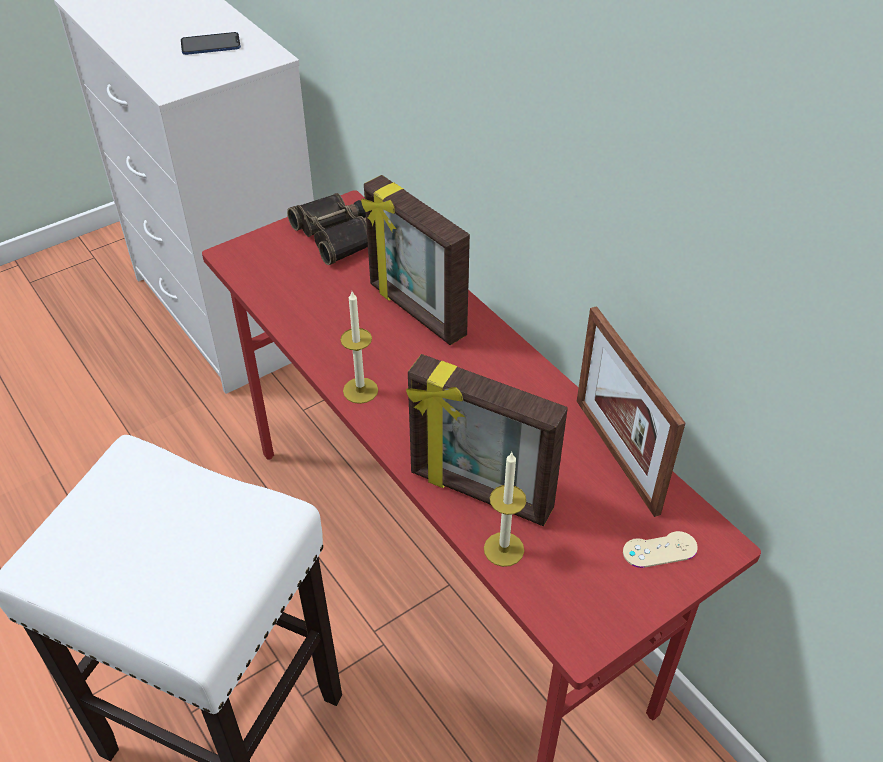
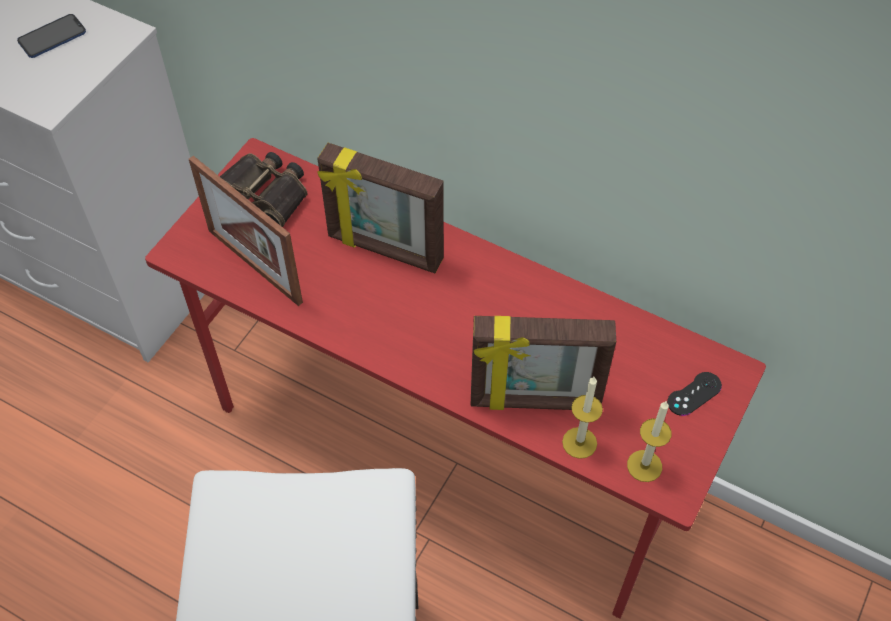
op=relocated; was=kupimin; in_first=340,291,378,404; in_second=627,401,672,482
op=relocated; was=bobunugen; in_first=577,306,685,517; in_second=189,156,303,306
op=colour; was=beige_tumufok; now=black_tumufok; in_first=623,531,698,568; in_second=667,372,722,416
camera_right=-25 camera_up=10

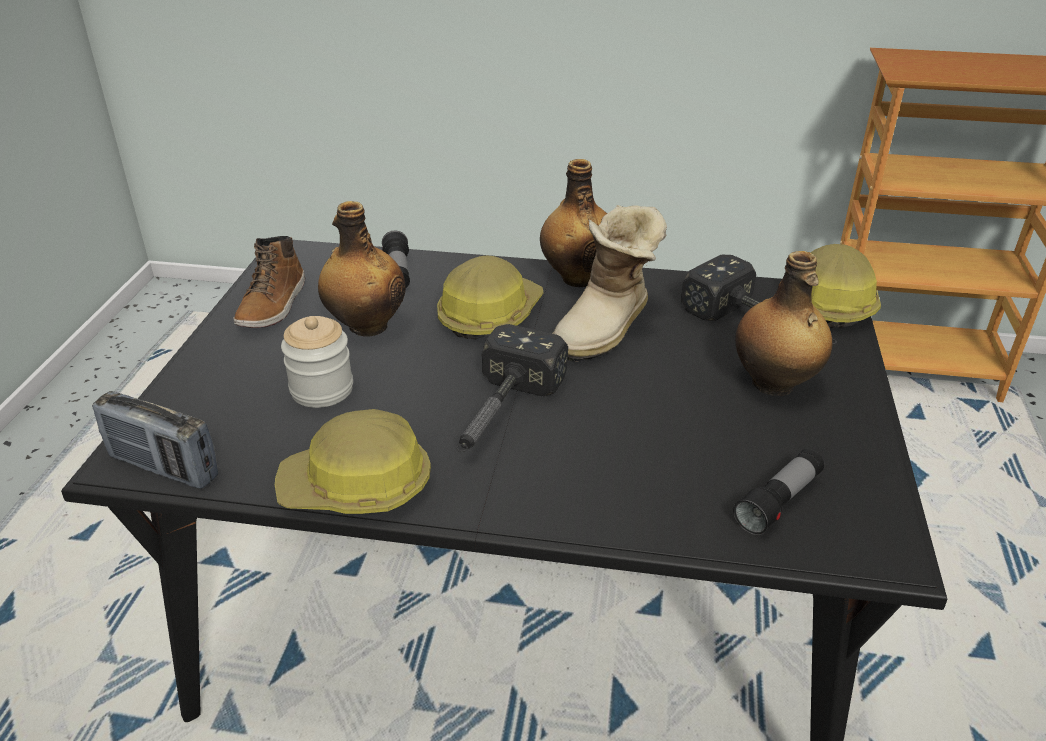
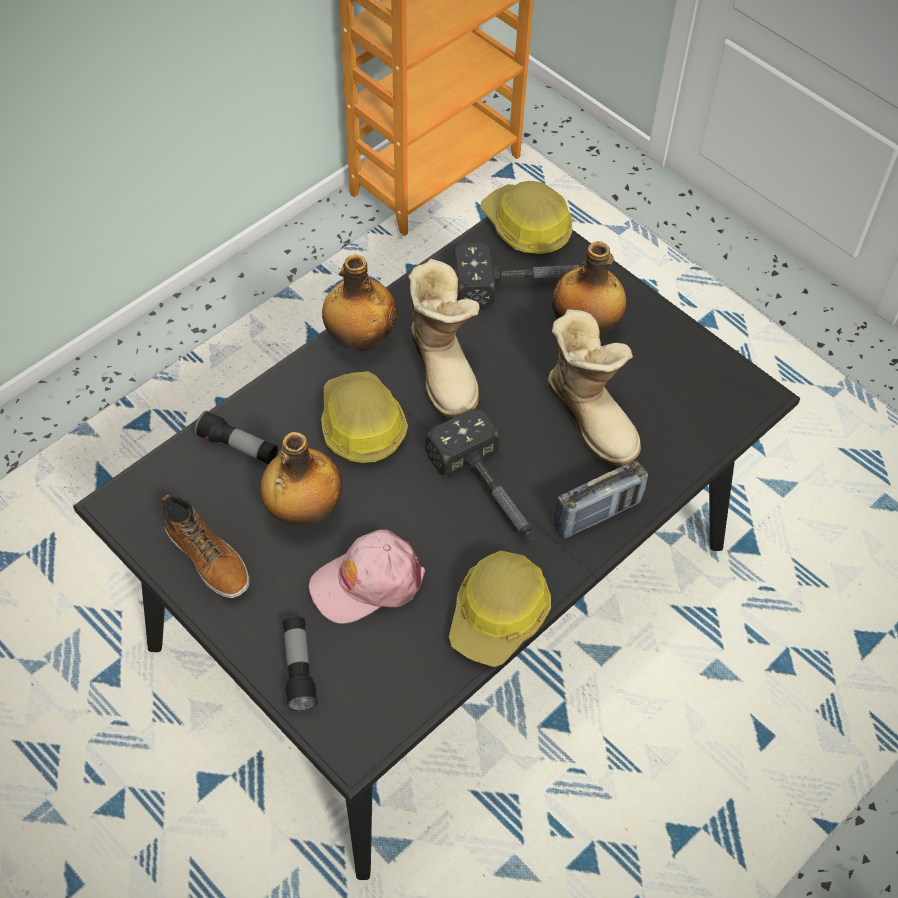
op=appeared; now=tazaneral; in_second=548,309,641,465
op=relocated; was=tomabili; in_first=92,391,218,489; in_second=553,461,648,539
op=relocated; was=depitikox; in_first=733,449,824,535; in_second=283,616,318,712
op=exchanged; was=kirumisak; now=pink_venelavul; in_first=281,316,353,408; in_second=309,529,425,624
camera_right=-55 camera_up=20

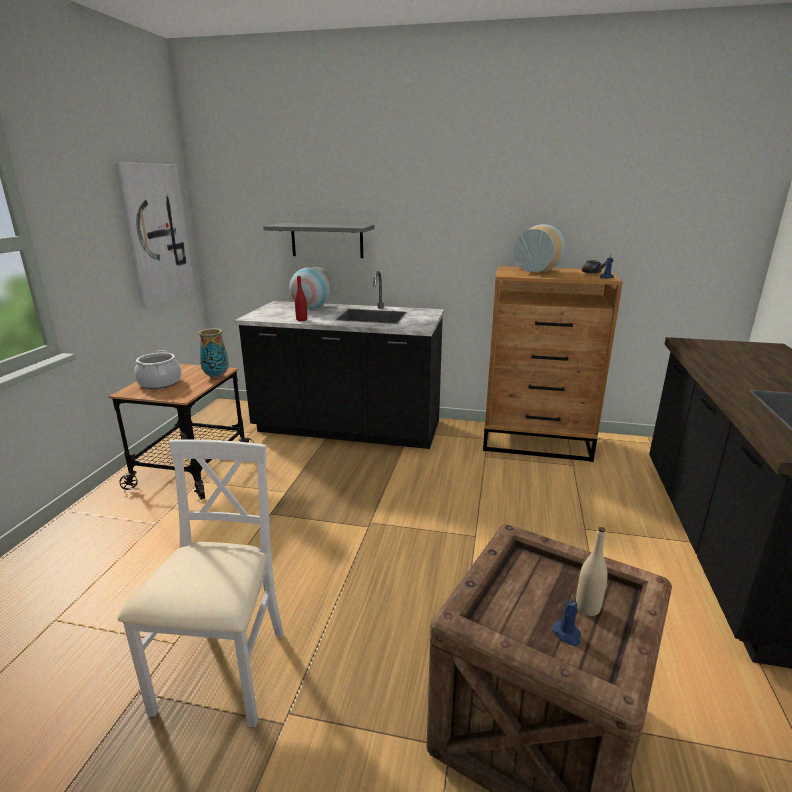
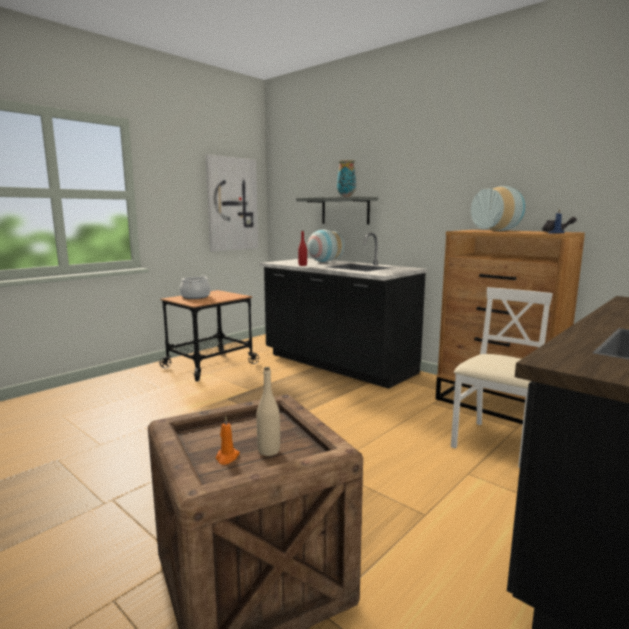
op=relocated; was=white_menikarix; in_first=118,440,283,727; in_second=451,287,553,468
op=relocated; was=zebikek; in_first=198,328,229,378; in_second=337,160,356,197
op=colour; was=blue_kupimin; now=orange_kupimin; in_first=552,595,581,646; in_second=216,416,240,465
camera_right=30 camera_up=-10

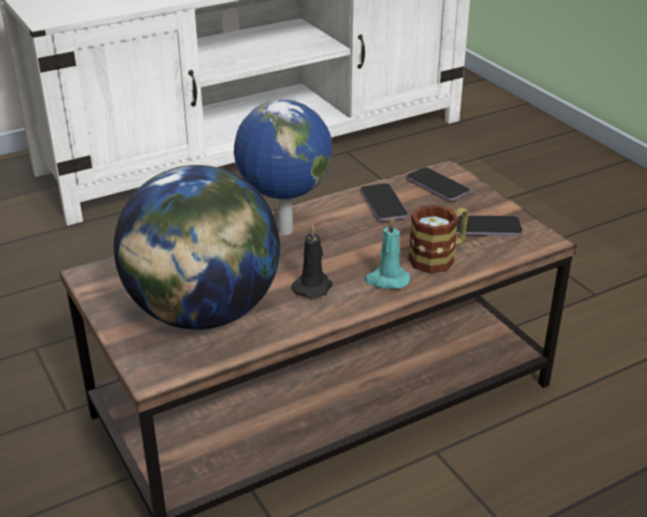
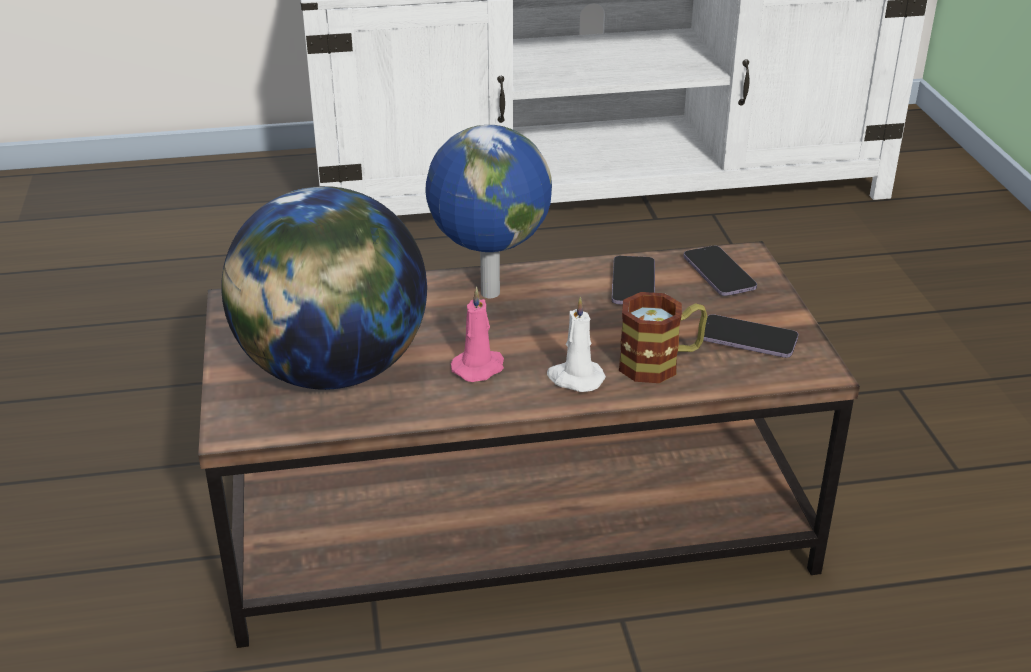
op=colour; was=black_kupimin; now=pink_kupimin; in_first=292,224,333,299; in_second=451,287,504,382
op=colour; was=turquoise_kupimin; now=white_kupimin; in_first=364,217,410,289; in_second=547,297,606,392
camera_right=20 camera_up=0

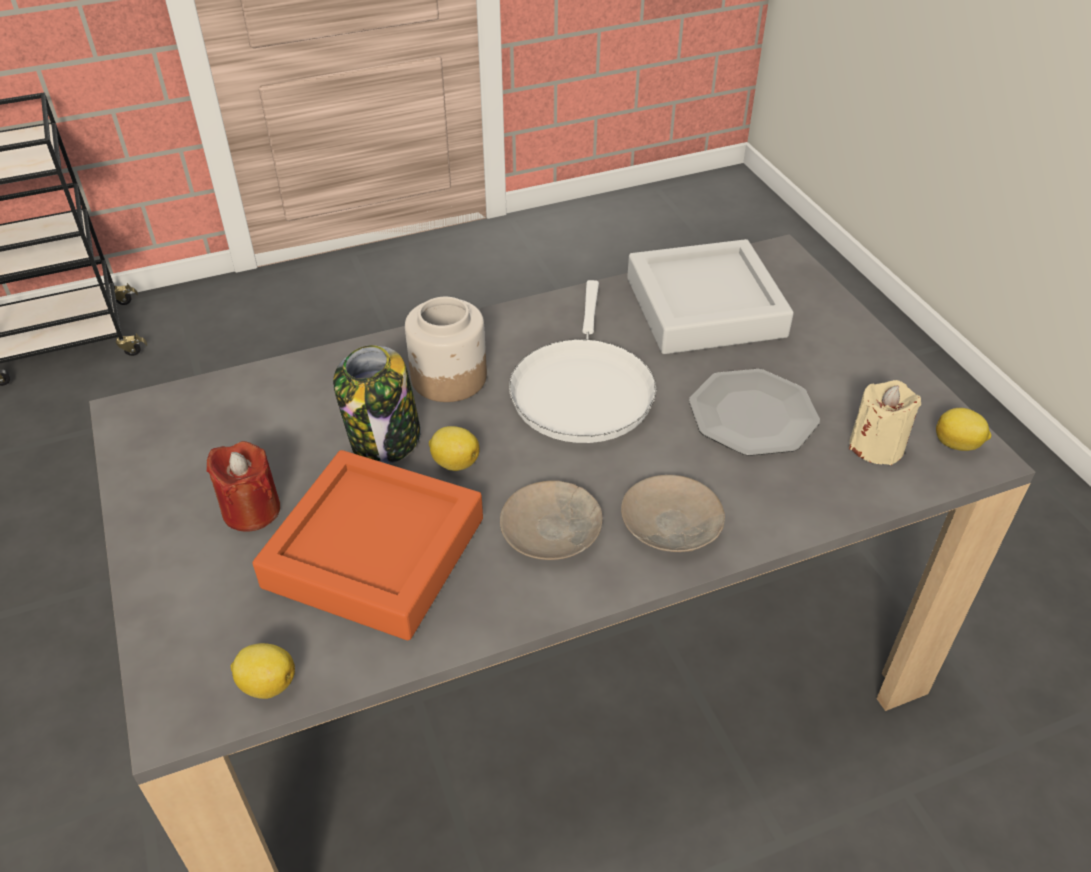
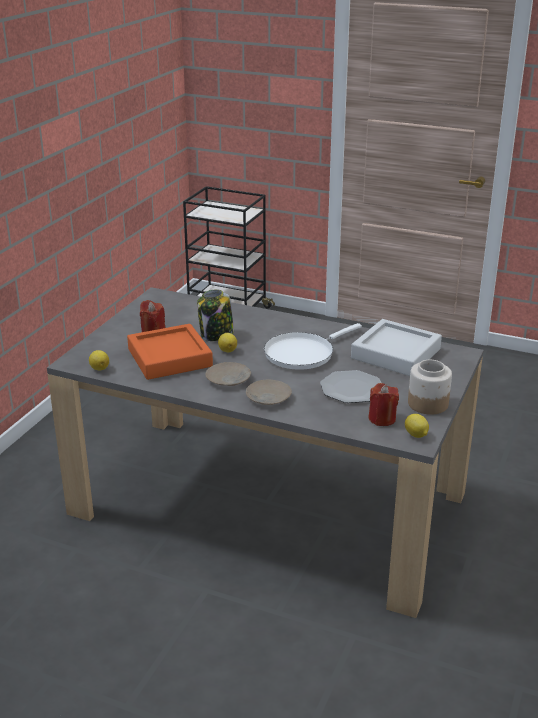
op=relocated; was=kirumisak; in_first=405,297,487,402; in_second=408,360,452,415
op=colour; was=beige_kupimin; now=red_kupimin; in_first=849,380,921,465; in_second=368,383,399,426
camera_right=45 camera_up=-15

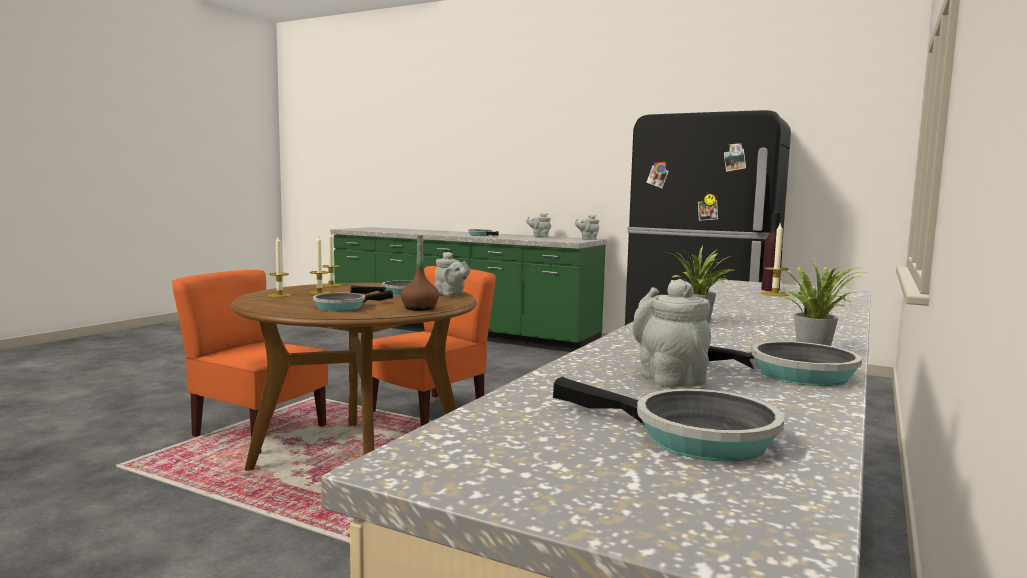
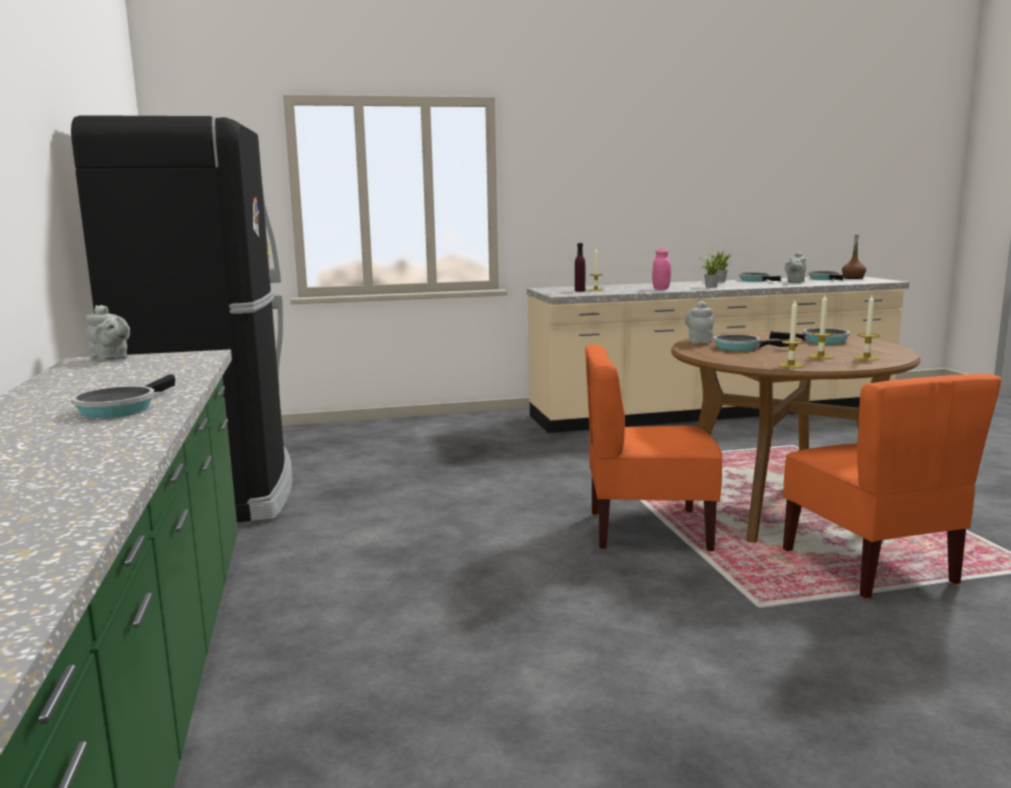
op=missing; was=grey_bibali; in_first=526,213,551,237
op=appeared; now=pink_kirumisak; in_second=652,249,671,290
op=relocated; was=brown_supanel; in_first=401,235,439,311; in_second=842,235,866,279
camera_right=-130 camera_up=5

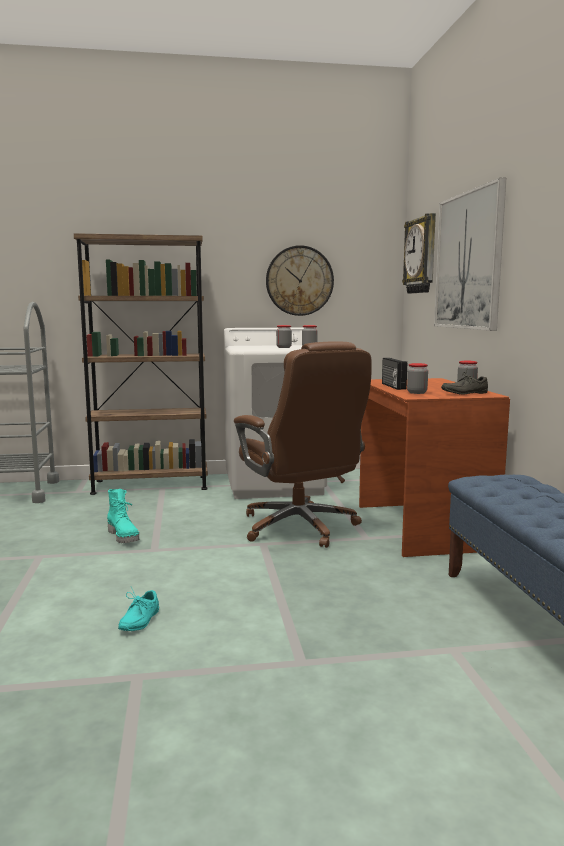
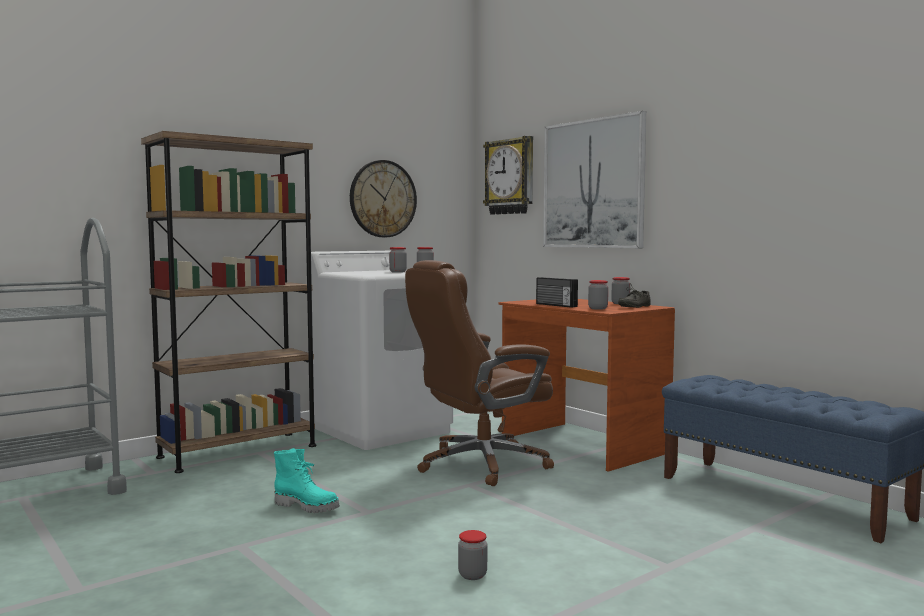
op=exchanged; was=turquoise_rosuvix; now=kirumisak; in_first=118,587,159,631; in_second=458,530,487,580
op=spun; was=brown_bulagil; in_first=234,342,372,548; in_second=405,260,554,486; clockwise=120
camera_right=-30 camera_up=-5

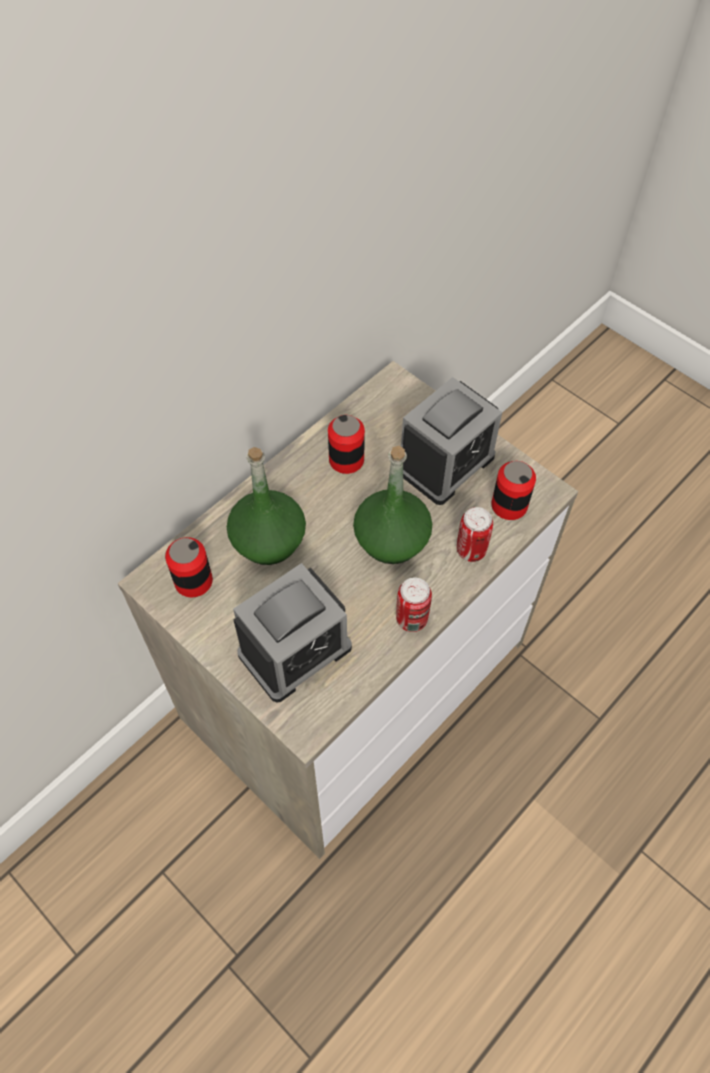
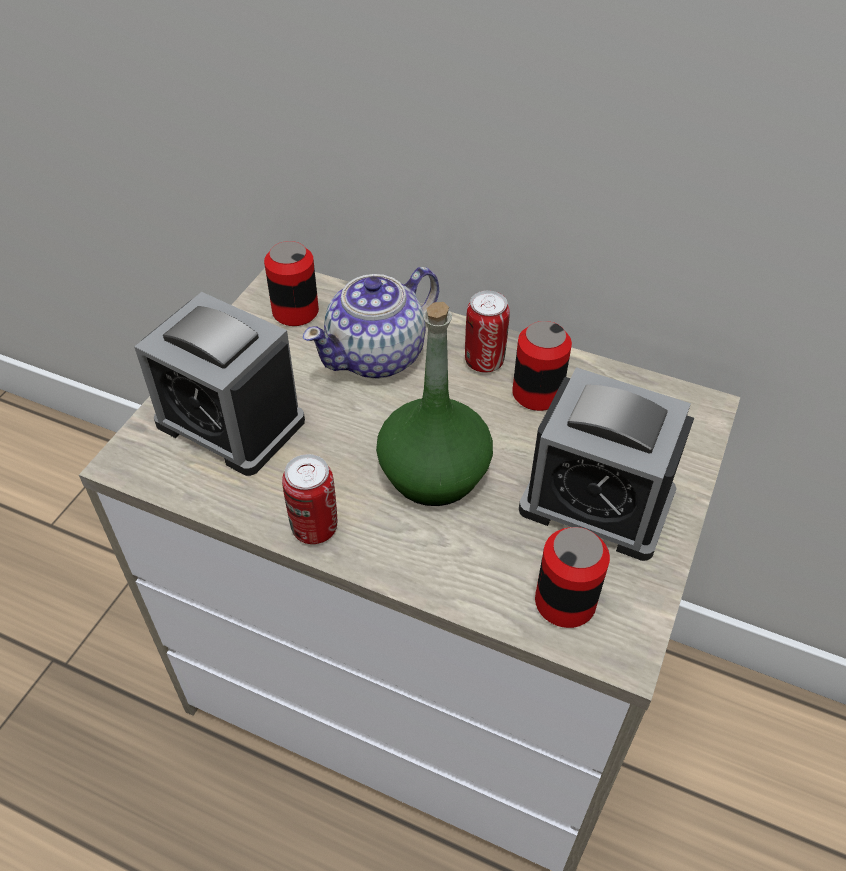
op=relocated; was=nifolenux; in_first=457,507,493,562; in_second=465,291,510,372
op=exchanged; was=green_supanel; now=bibali; in_first=227,447,306,565; in_second=303,267,439,379
camera_right=70 camera_up=-10

